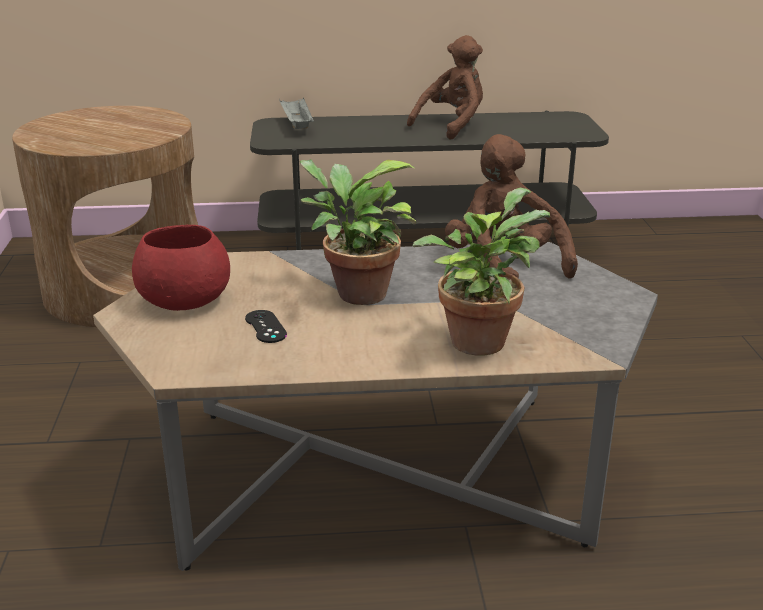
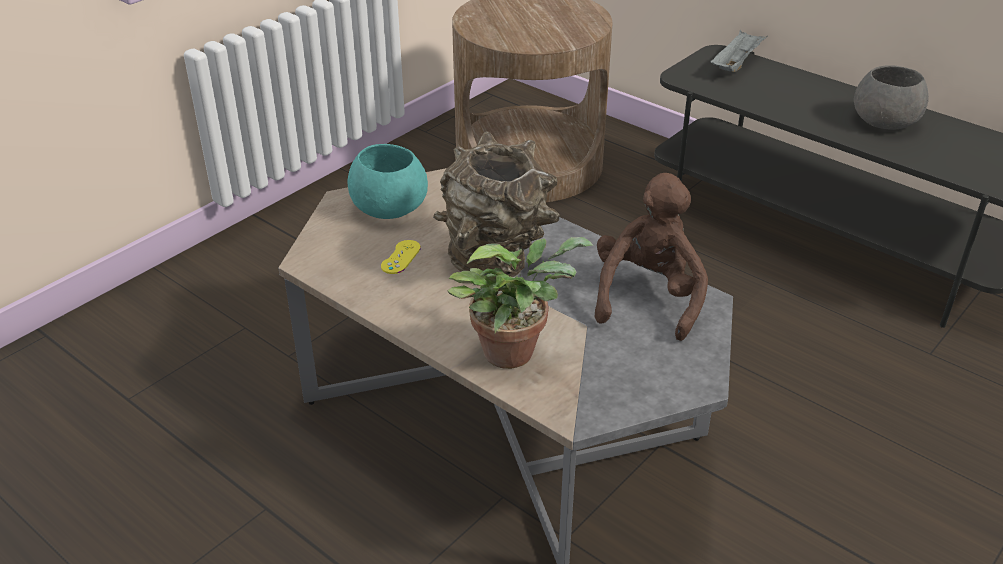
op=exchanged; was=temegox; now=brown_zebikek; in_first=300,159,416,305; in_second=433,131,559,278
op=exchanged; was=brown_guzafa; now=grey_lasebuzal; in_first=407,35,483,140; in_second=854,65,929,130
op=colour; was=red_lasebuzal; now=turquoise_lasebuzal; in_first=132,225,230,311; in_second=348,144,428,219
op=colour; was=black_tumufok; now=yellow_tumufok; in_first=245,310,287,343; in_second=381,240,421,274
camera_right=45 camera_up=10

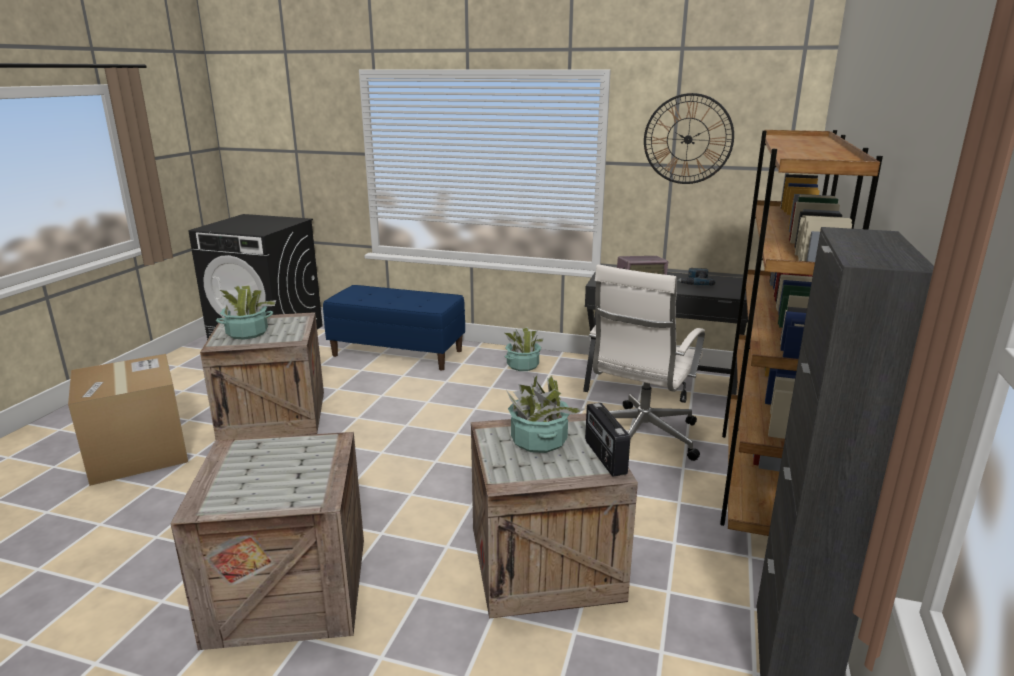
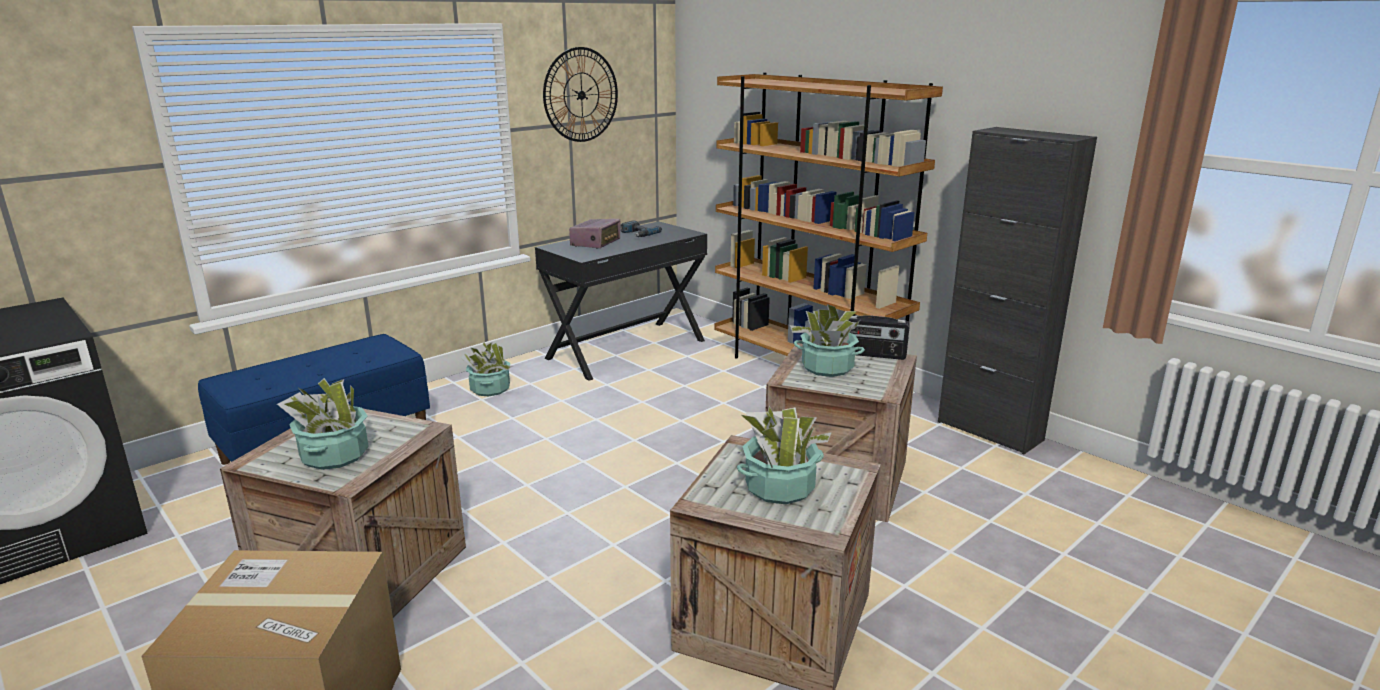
op=missing; was=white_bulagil; in_first=589,265,705,461
op=appeared; now=temegox; in_second=737,405,832,504
camera_right=-60 camera_up=0

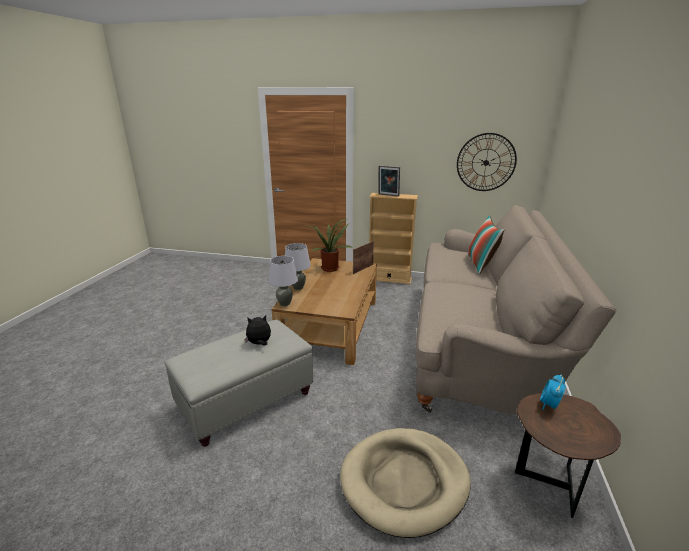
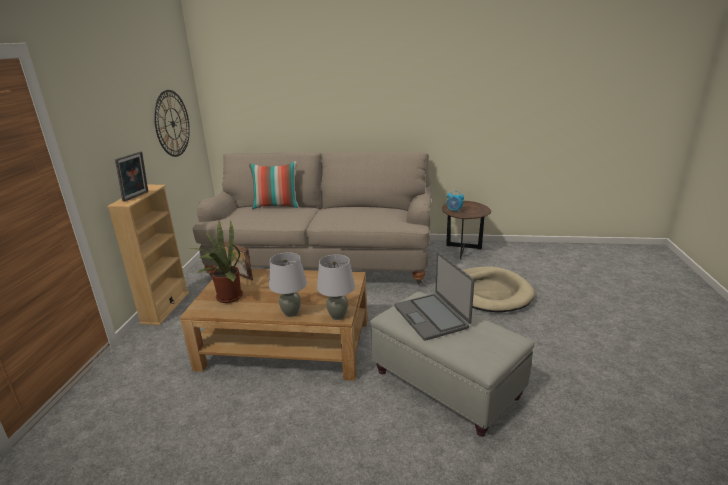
op=exchanged; was=guzafa; now=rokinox; in_first=244,315,271,345; in_second=394,252,474,341
camera_right=-95 camera_up=0

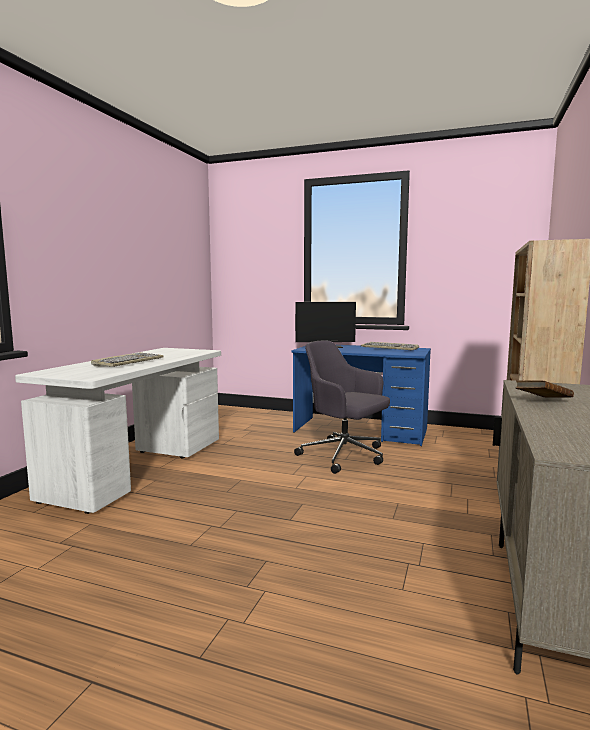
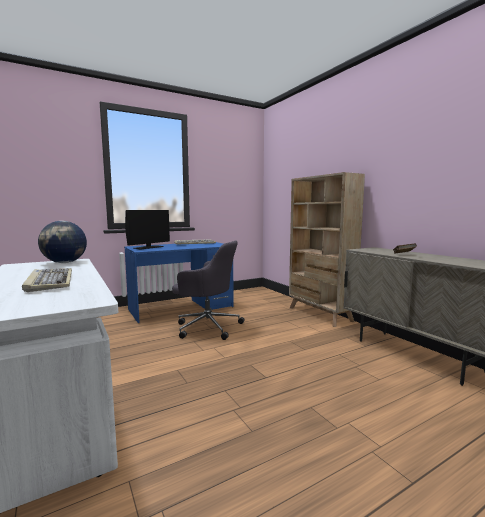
op=appeared; now=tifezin; in_second=38,221,87,263
op=spun; was=grey_bulagil; in_first=294,340,390,474; in_second=172,241,244,340; clockwise=-150
camera_right=-50 camera_up=0

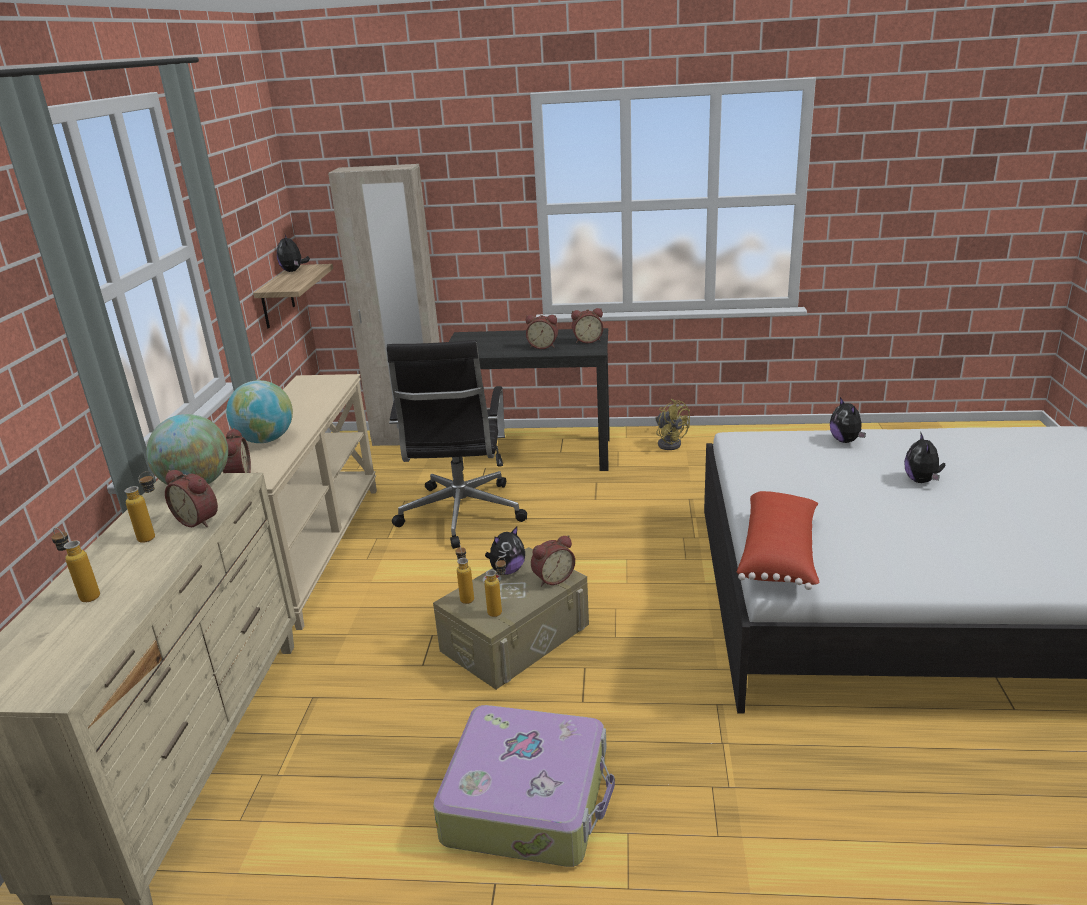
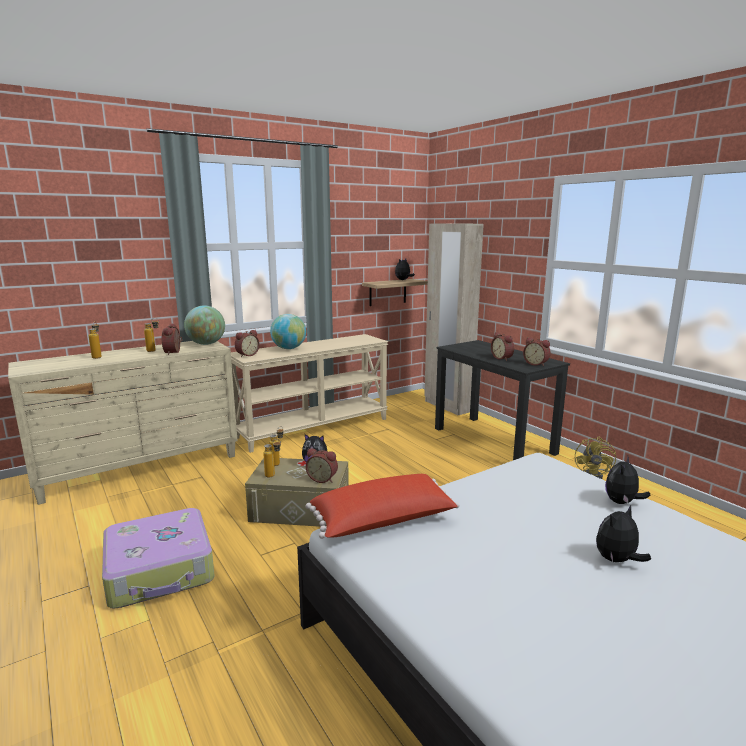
op=missing; was=black_bulagil; in_first=386,340,527,549
camera_right=50 camera_up=-10

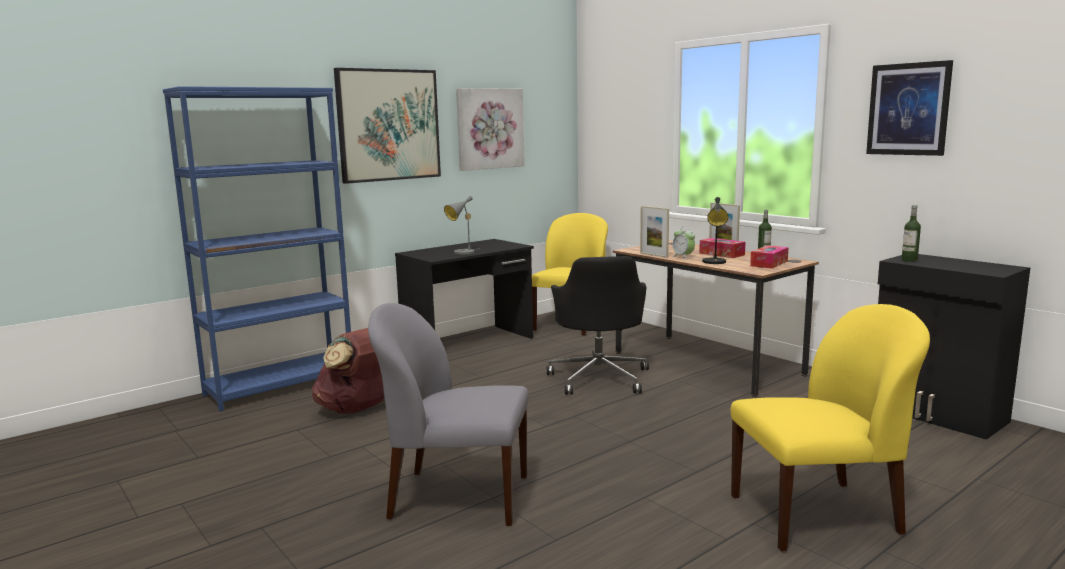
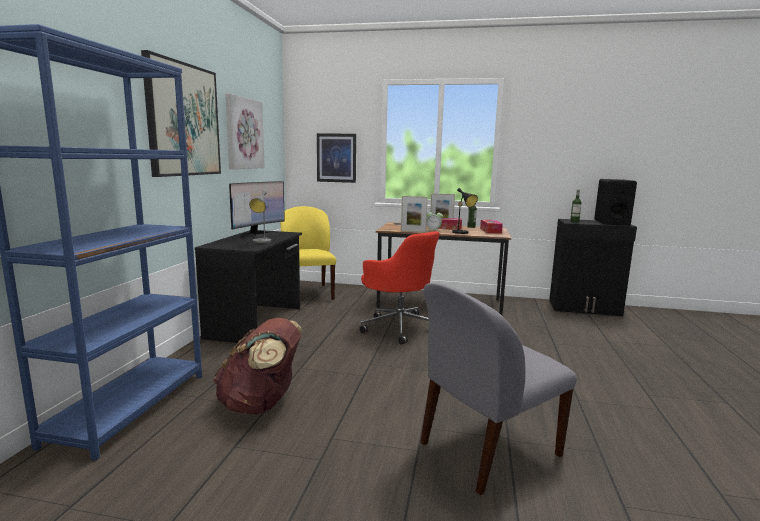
op=missing; was=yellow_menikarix; in_first=730,304,930,551
op=appeared; now=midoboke; in_second=229,181,285,239
op=appeared; now=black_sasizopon; in_second=594,179,637,226
op=relocated; was=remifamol; in_first=866,60,953,156; in_second=317,133,356,183
op=colour; was=black_bulagil; now=red_bulagil; in_first=547,256,649,395; in_second=360,231,440,345
camera_right=-40 camera_up=0

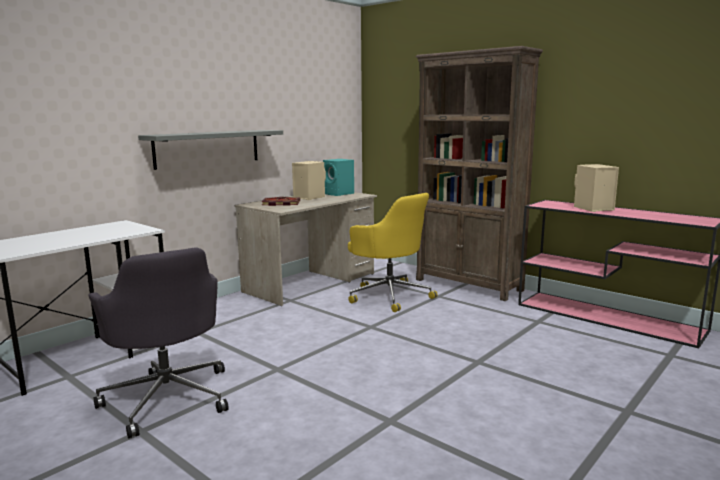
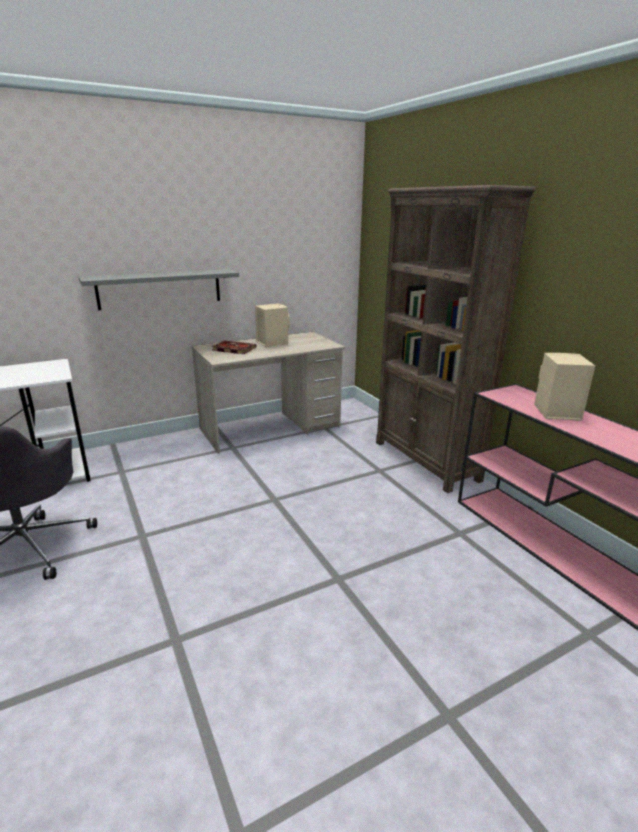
op=missing; was=turquoise_sasizopon; in_first=323,159,354,196
op=missing; was=yellow_bulagil; in_first=348,193,438,312
camera_right=20 camera_up=10

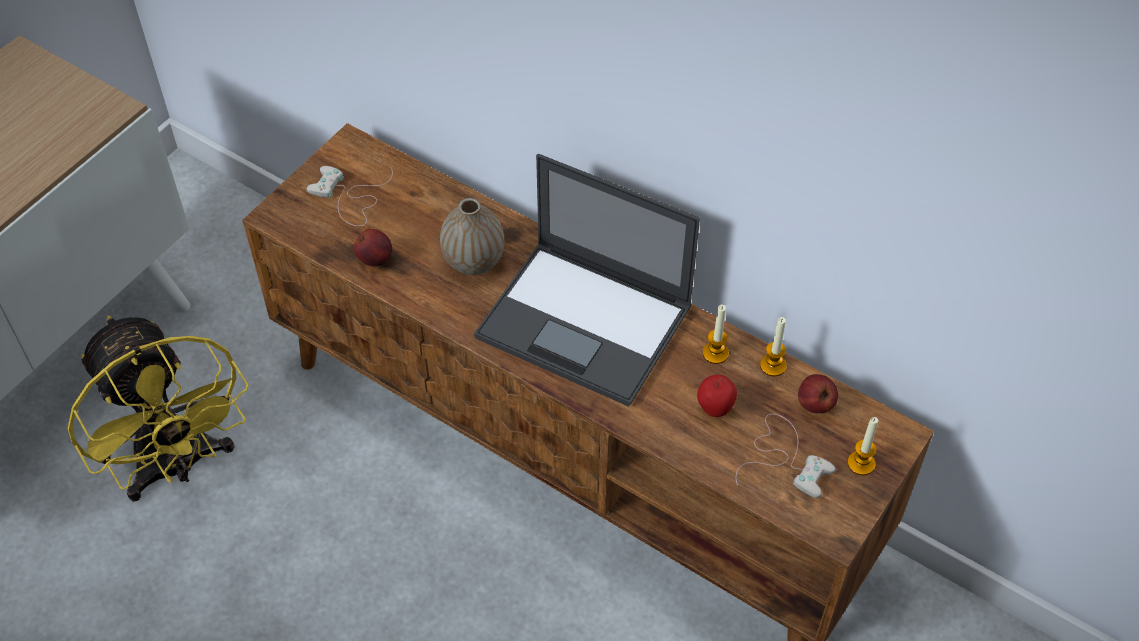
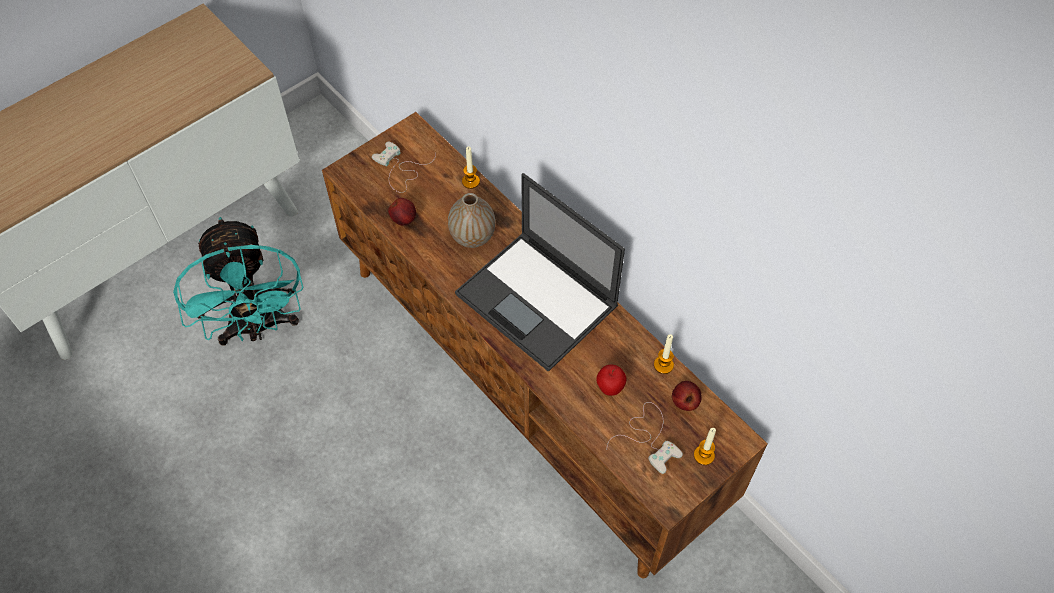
op=relocated; was=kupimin; in_first=703,304,729,364; in_second=462,146,480,189
op=colour; was=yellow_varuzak; now=turquoise_varuzak; in_first=68,315,249,502; in_second=173,217,304,345
camera_right=15 camera_up=5

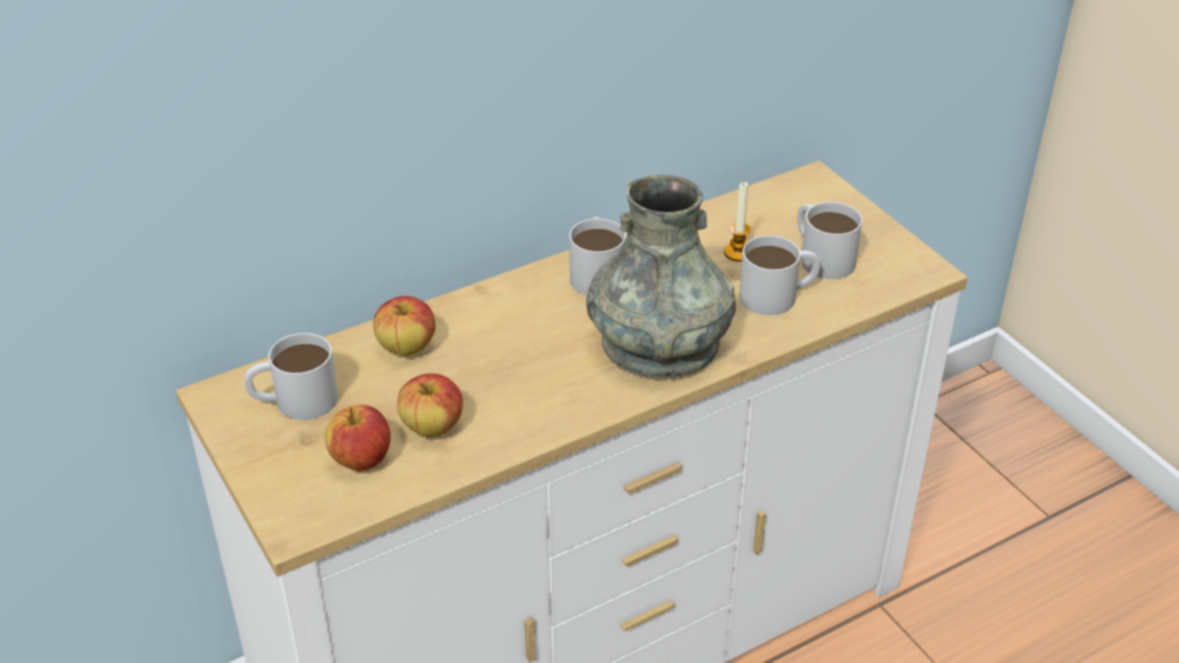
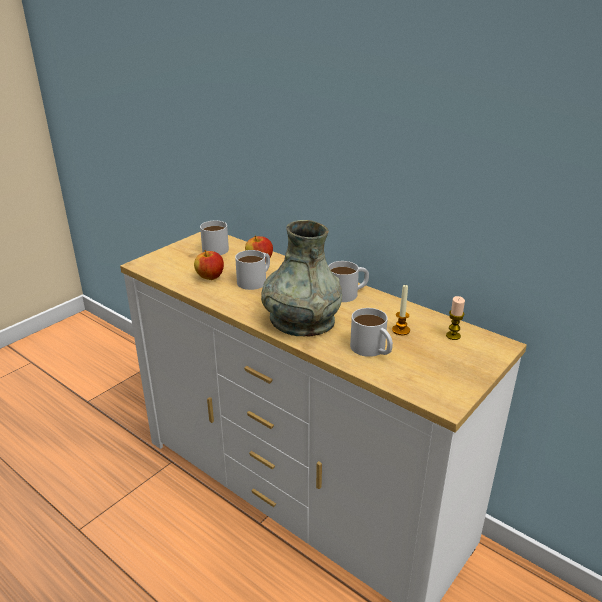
op=missing; was=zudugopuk; in_first=325,405,391,471
op=appeared; now=kupimin; in_second=446,296,465,340
op=relocated; was=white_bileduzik; in_first=797,202,862,279; in_second=235,250,270,290
camera_right=70 camera_up=-10

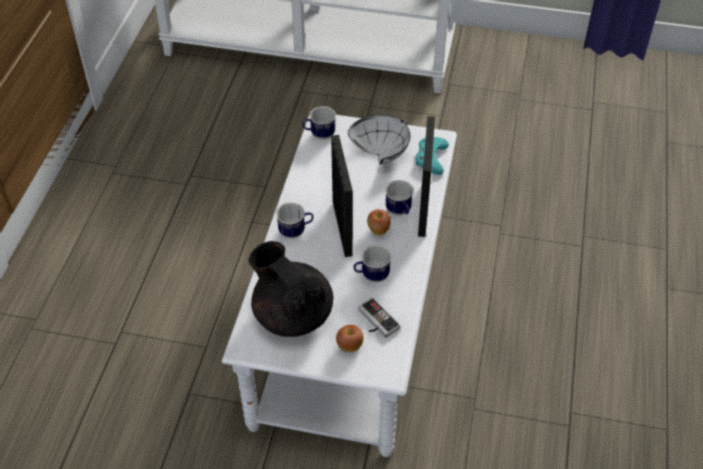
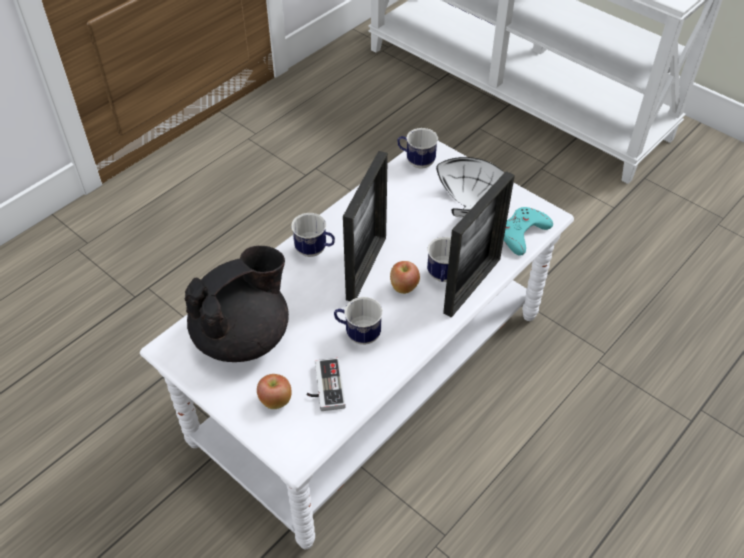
op=spun; was=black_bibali; in_first=248,241,333,337; in_second=185,246,289,362; clockwise=60
camera_right=30 camera_up=0

